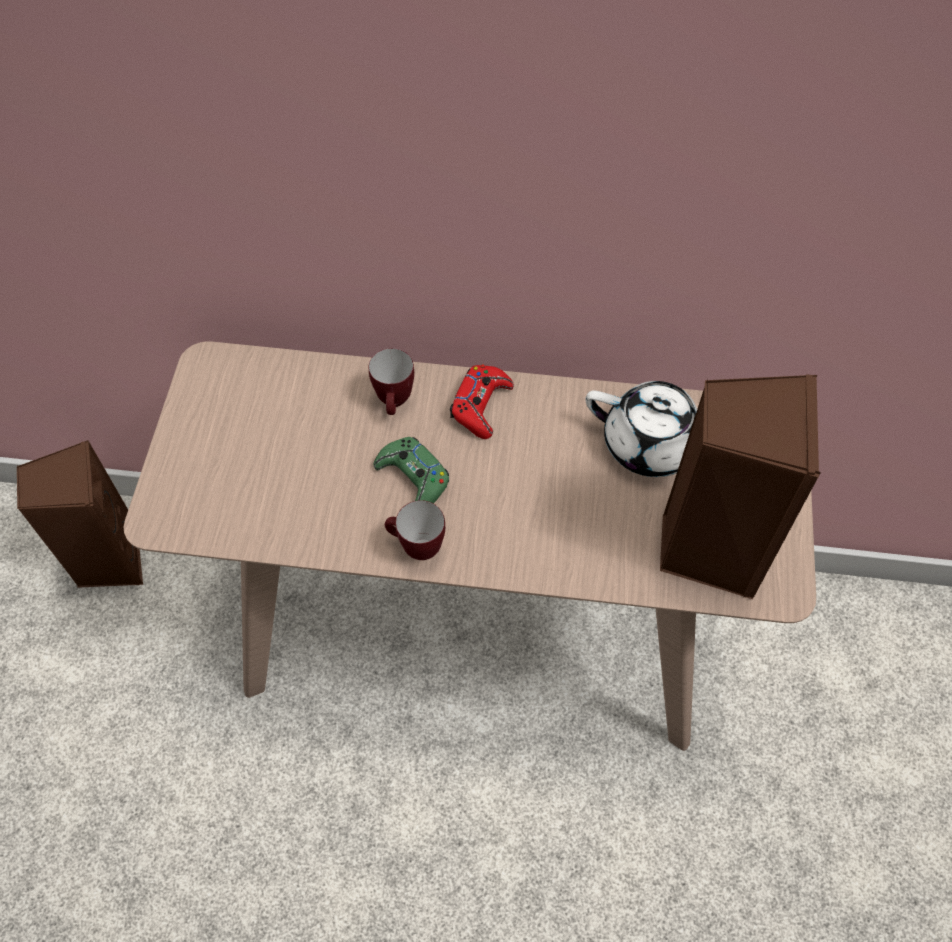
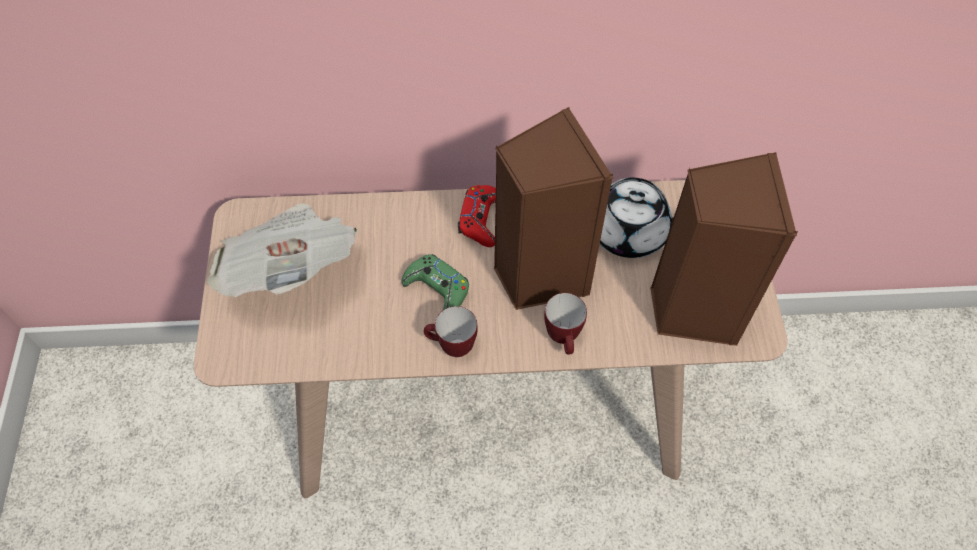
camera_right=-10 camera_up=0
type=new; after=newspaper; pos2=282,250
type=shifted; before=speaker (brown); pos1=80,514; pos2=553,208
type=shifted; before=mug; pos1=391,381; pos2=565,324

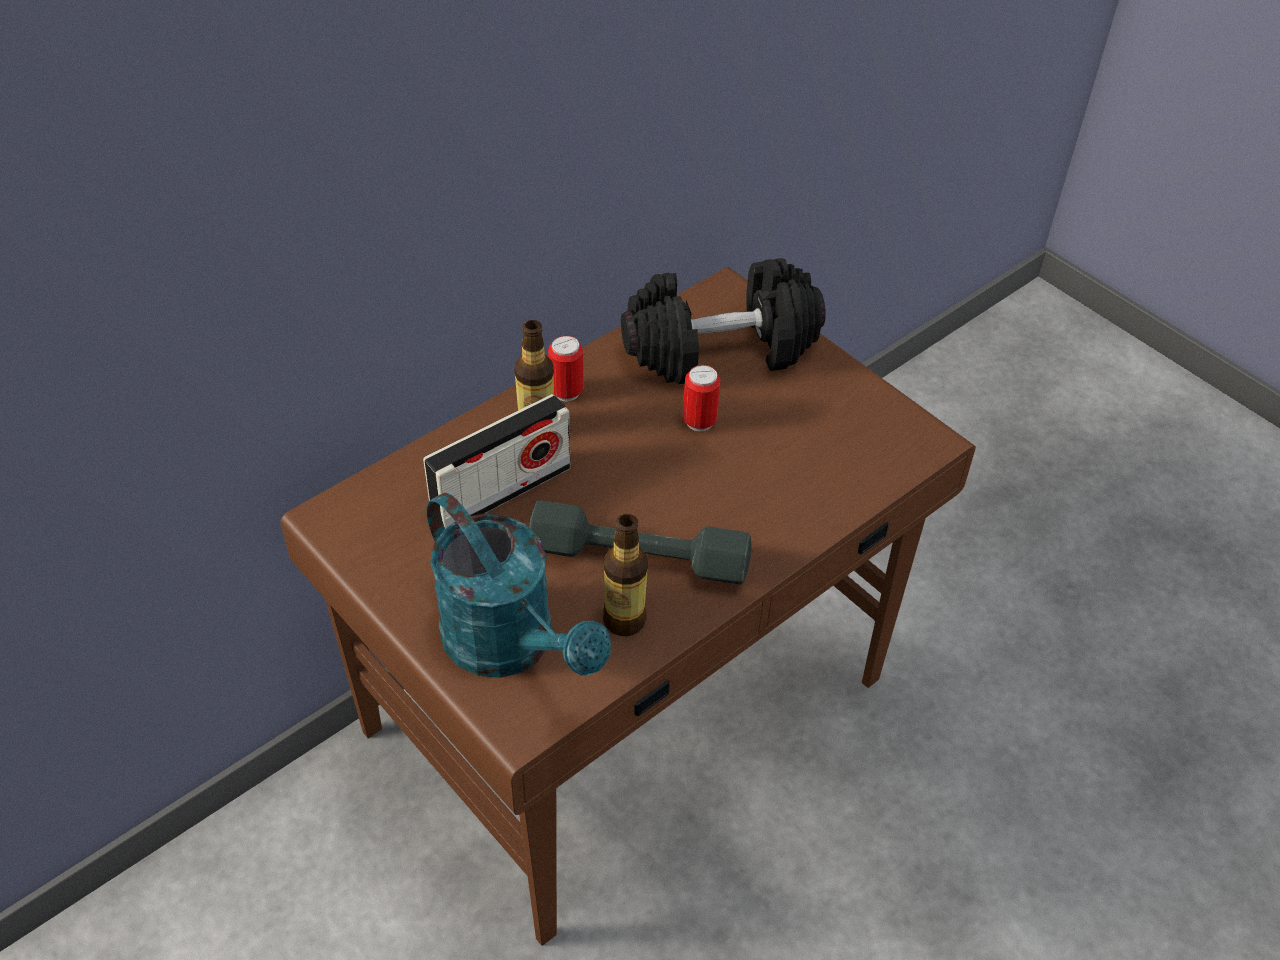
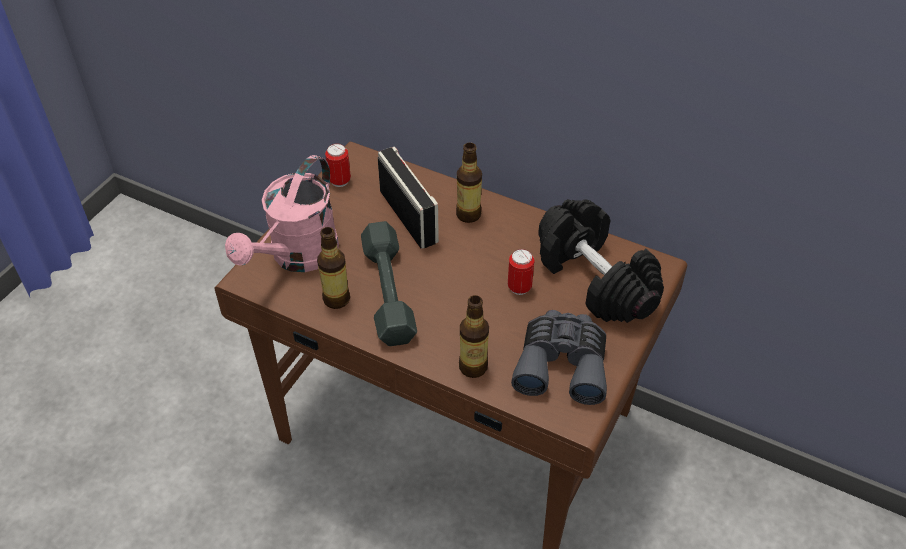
camera_right=70 camera_up=0
type=new; after=bottle; pos2=474,336
type=new; after=binoculars (grey); pos2=559,357
type=shifted; before=can; pos1=566,368; pos2=338,165
type=repainted; before=watering can (turquoise); after=watering can (pink); pos1=518,585; pos2=282,213
type=rotated; before=radio; pos1=496,461; pos2=408,198; turn=-150

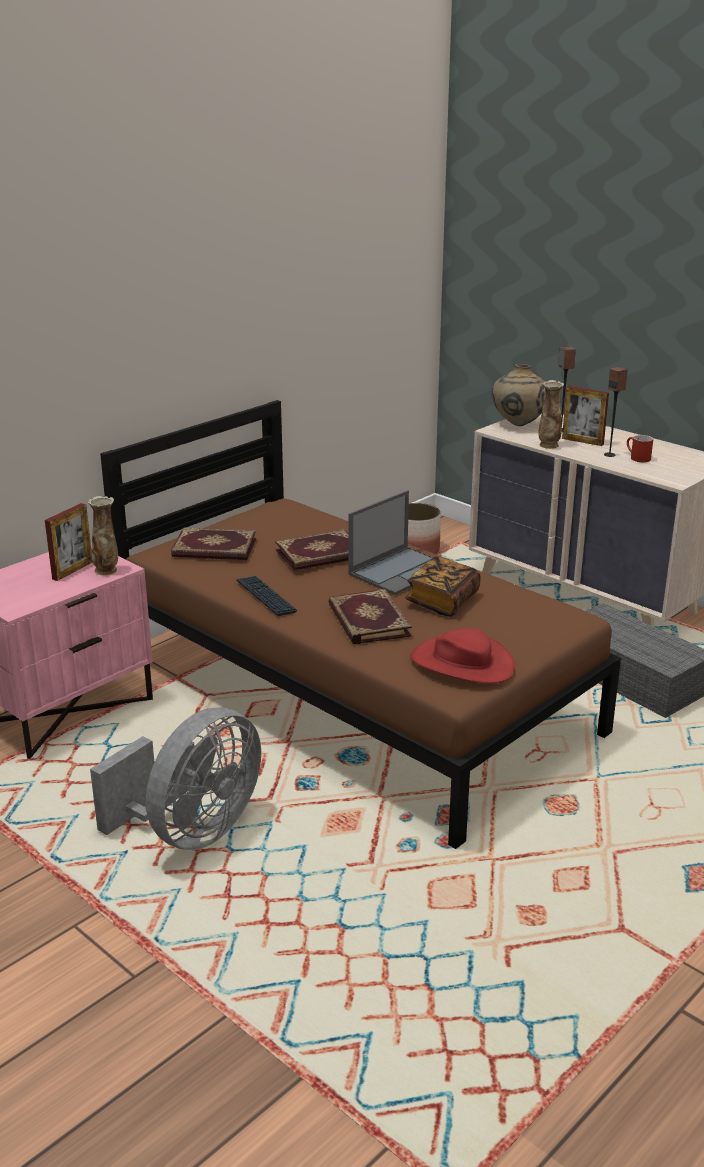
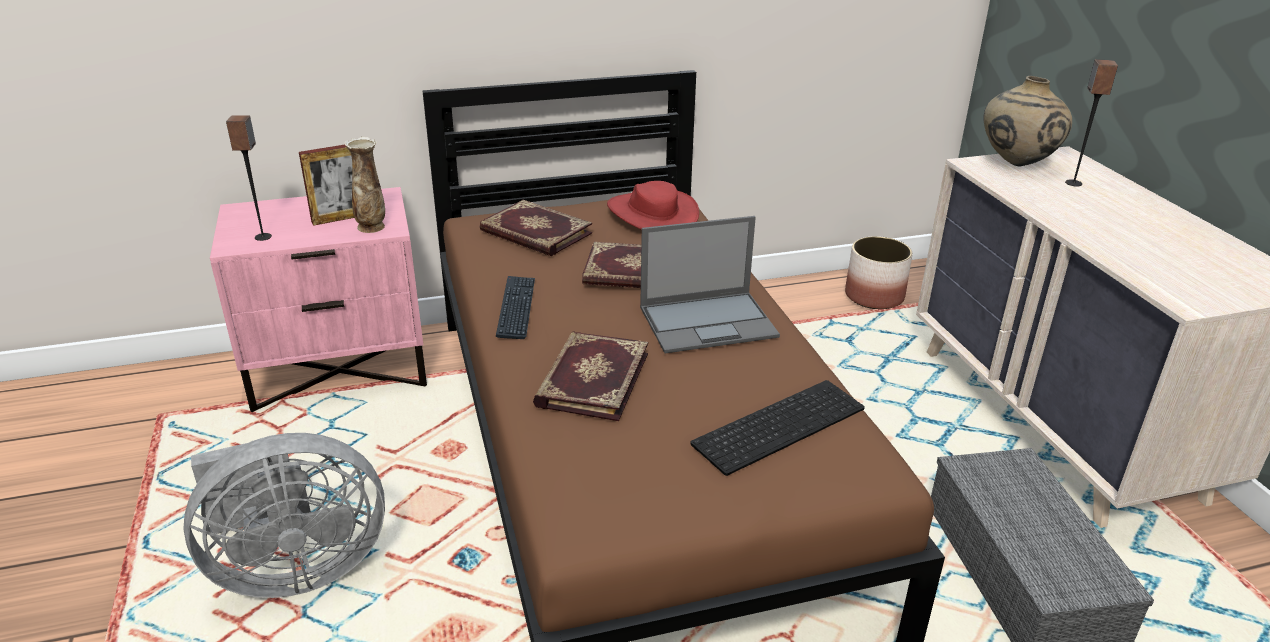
camera_right=30 camera_up=5
type=gone; before=book; pos1=443,586
type=gone; before=vase; pos1=551,414
type=gone; before=picture frame; pos1=585,416
type=gone; before=mug (red); pos1=640,448
type=new; after=keyboard; pos2=777,428
type=shifted; before=hat (red); pos1=462,656; pos2=653,205
type=shifted; before=speaker; pos1=616,412; pos2=249,178

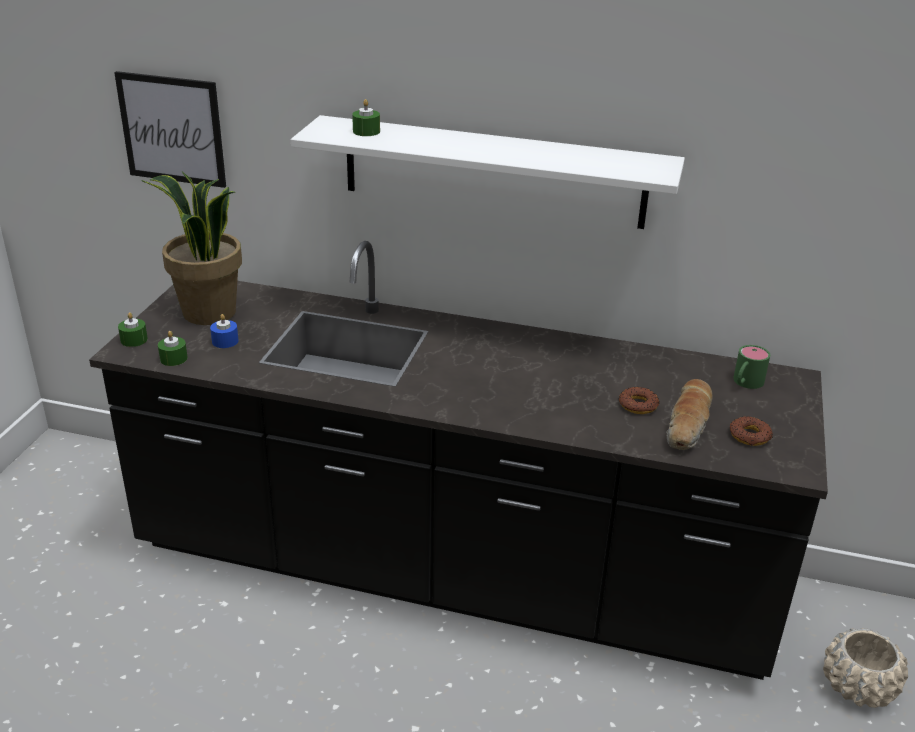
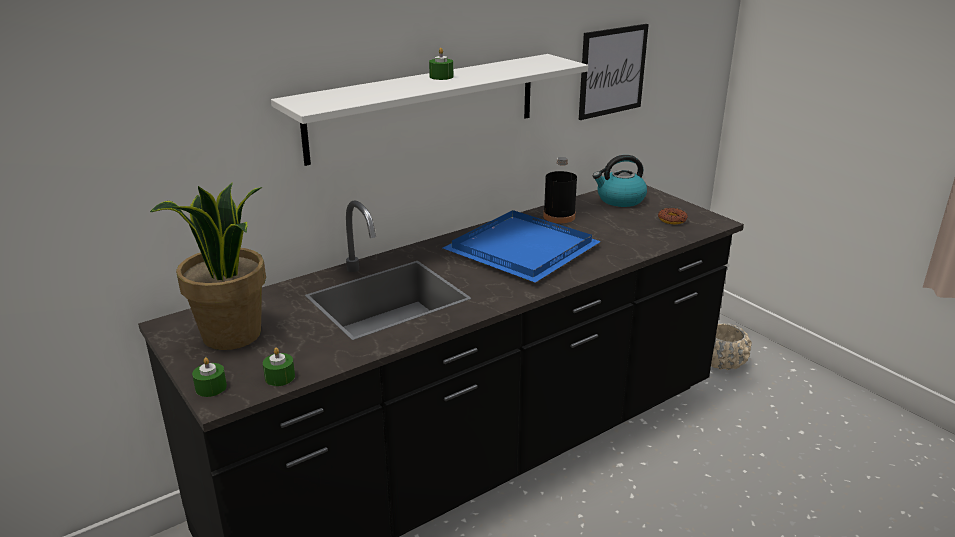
camera_right=-50 camera_up=-5
type=gone; before=candle (blue); pos1=224,331
type=gone; before=donut; pos1=639,400
type=gone; before=bread; pos1=689,414
type=new; after=tray (blue); pos2=522,246
type=new; after=bottle (black); pos2=560,190
type=shifted; before=picture; pos1=170,129; pos2=614,72
type=shifted; before=candle (green); pos1=366,117; pos2=441,64
type=swapped; before=mug (green); after=kettle; pos1=751,367; pos2=620,181

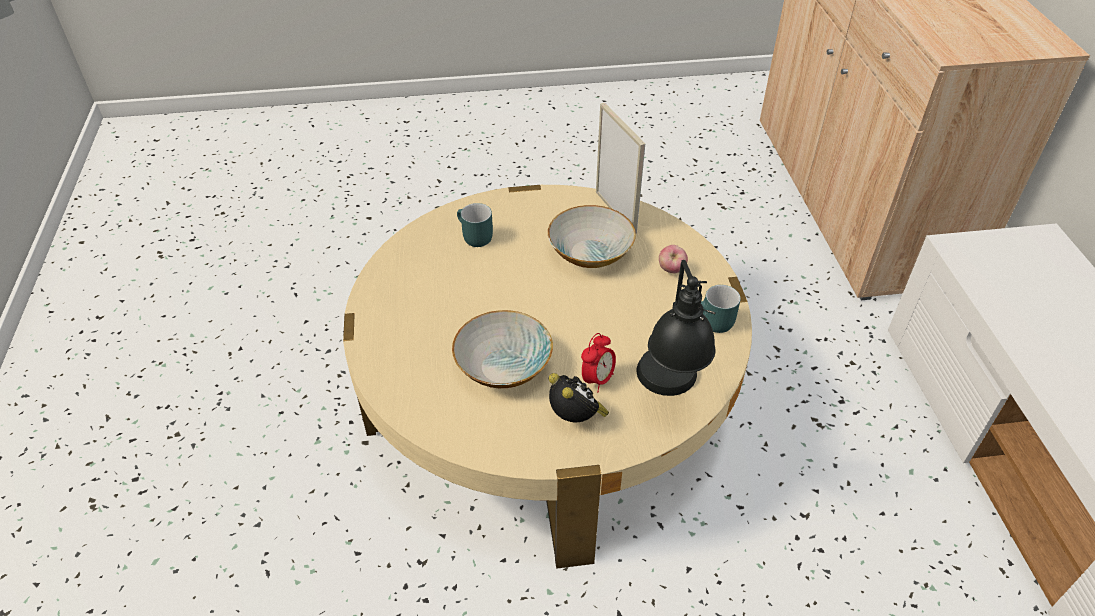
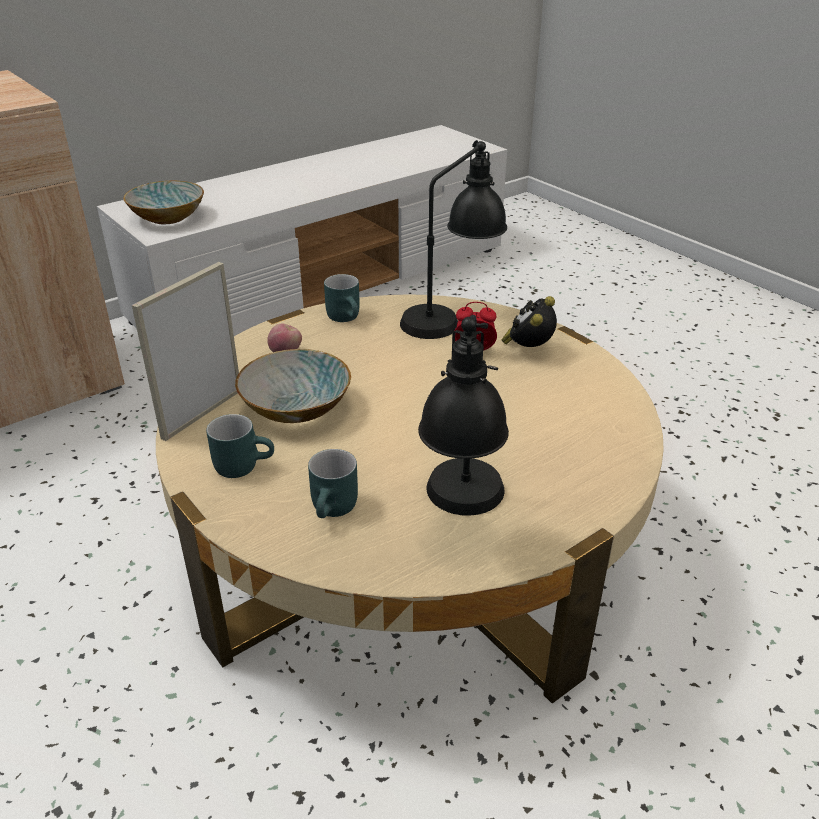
camera_right=-120 camera_up=-10
type=new; after=mug (turquoise); pos2=240,446
type=new; after=table lamp (black); pos2=463,415
type=shifted; before=bowl; pos1=502,349; pos2=163,202

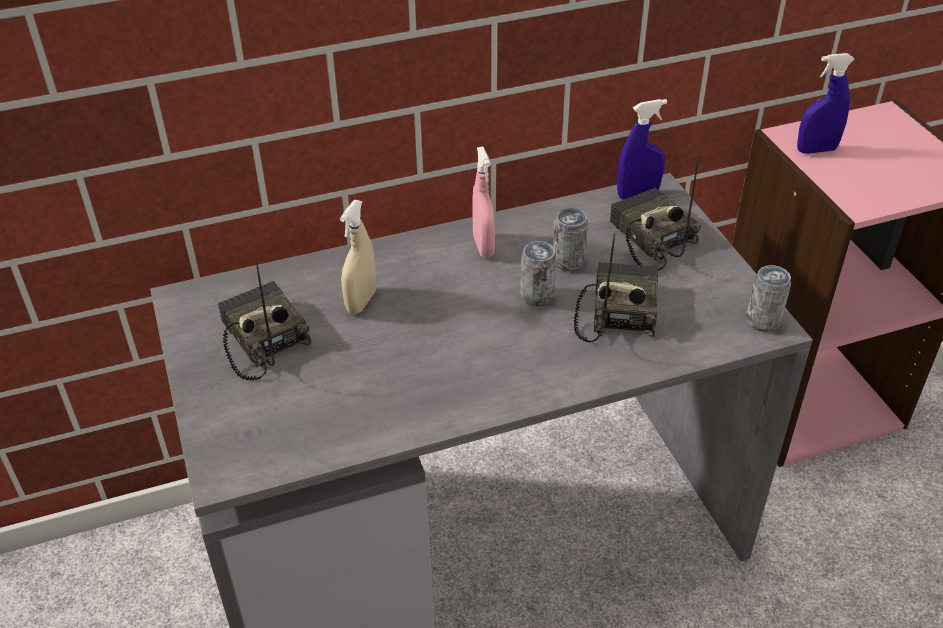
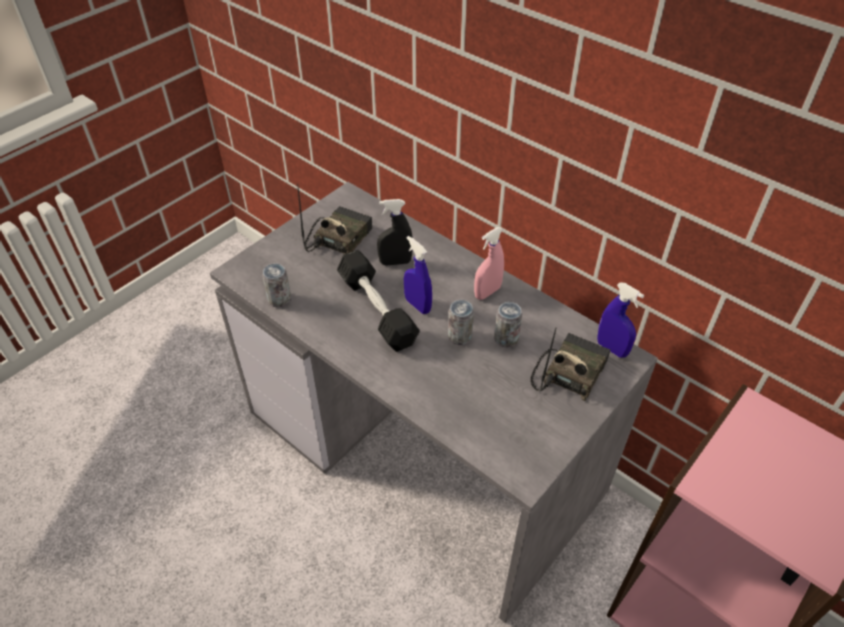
camera_right=60 camera_up=5
type=gone; before=radio; pos1=616,287
type=new; after=dumbbell (black); pos2=378,301
type=shifted; before=can; pos1=768,298; pos2=277,285
type=shifted; before=spray bottle (blue); pos1=826,103; pos2=418,275
type=repainted; before=spray bottle (beige); after=spray bottle (black); pos1=358,257; pos2=395,232

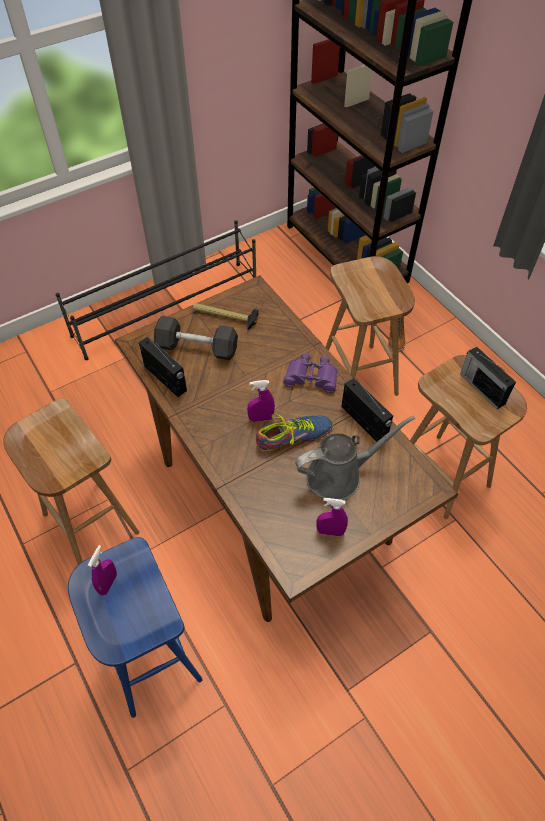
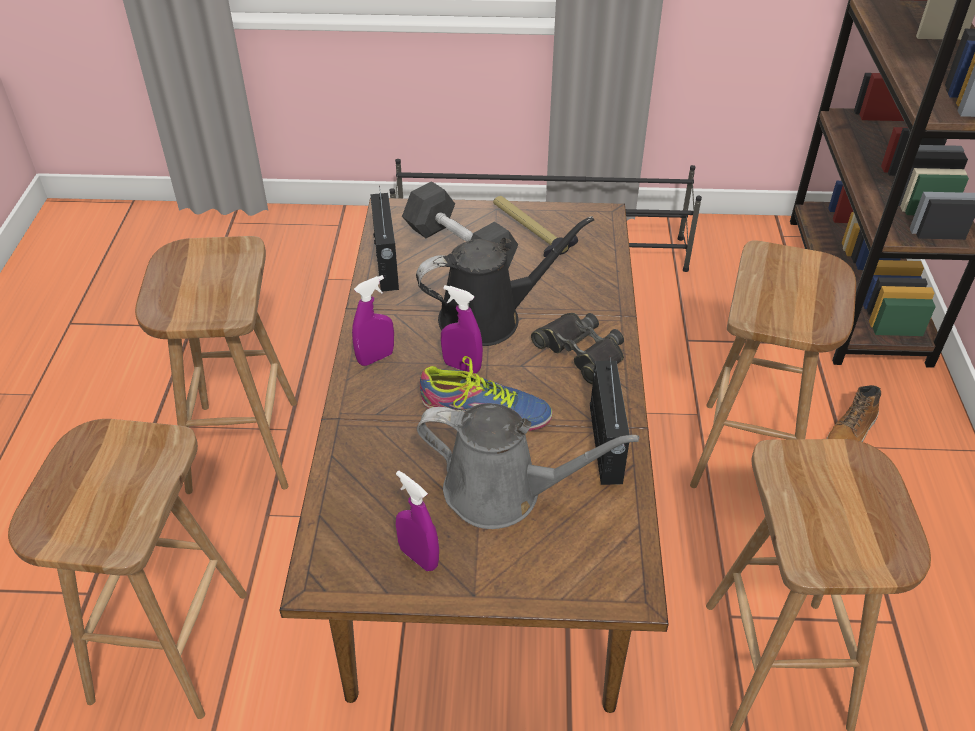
camera_right=35 camera_up=-10
type=gone; before=radio; pos1=488,378
type=new; after=watering can (black); pos2=505,281
type=shifted; before=spray bottle (purple); pos1=102,570; pos2=373,320
type=repainted; before=stool (blue); after=stool (brown); pos1=135,627; pos2=127,569
type=repainted; before=binoculars (purple); after=binoculars (black); pos1=310,373; pos2=577,348

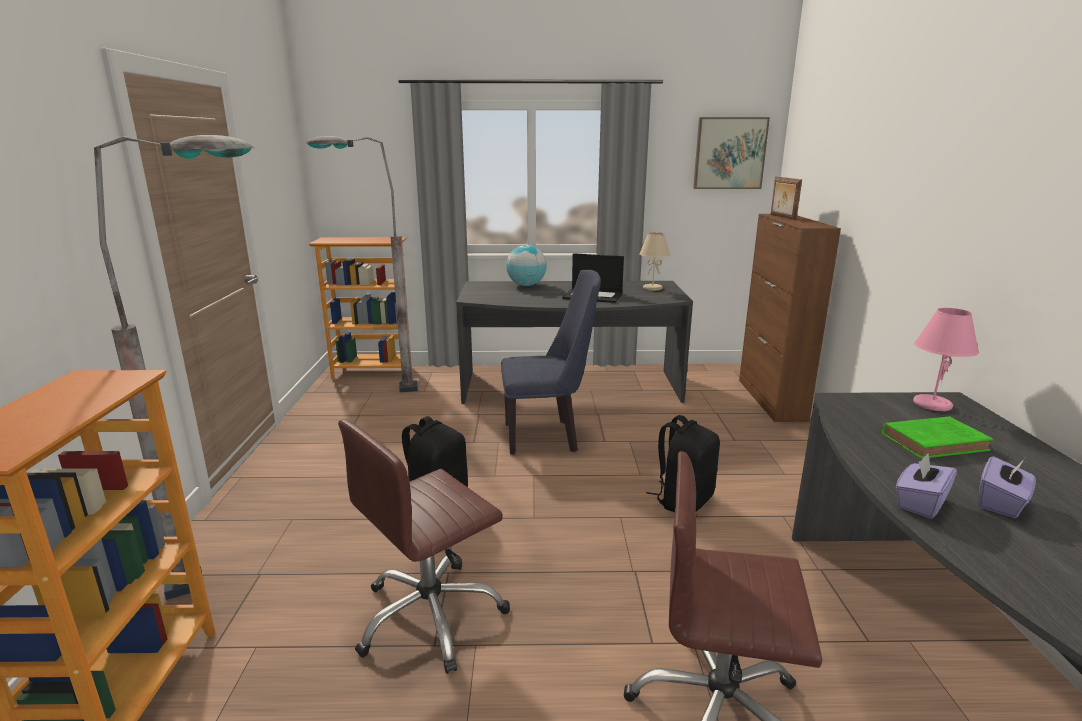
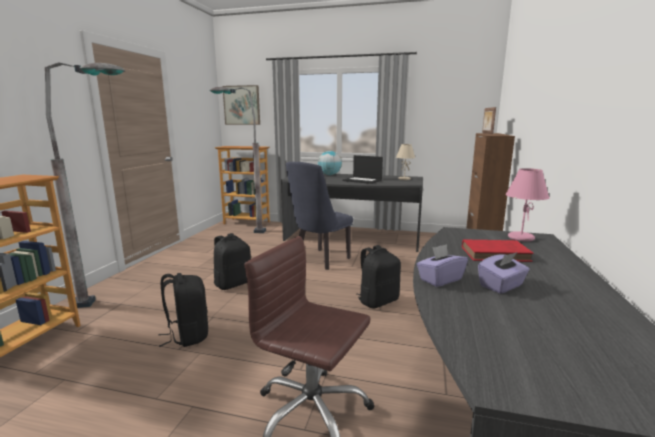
camera_right=15 camera_up=-5
type=shifted; before=picture; pos1=731,153; pos2=241,105
type=swapped; before=office chair (brown); after=backpack (black); pos1=424,546; pos2=183,310
type=repainted; before=book (green); after=book (red); pos1=937,437; pos2=498,250
type=rotated; before=chair (blue); pos1=551,362; pos2=319,216; turn=120

